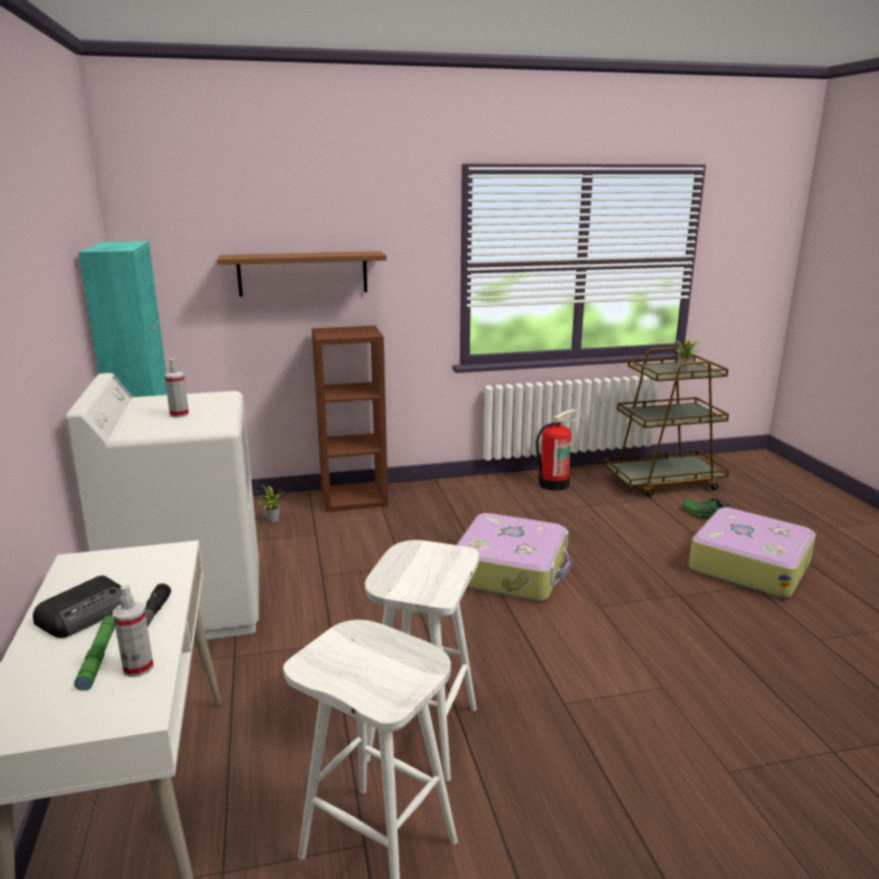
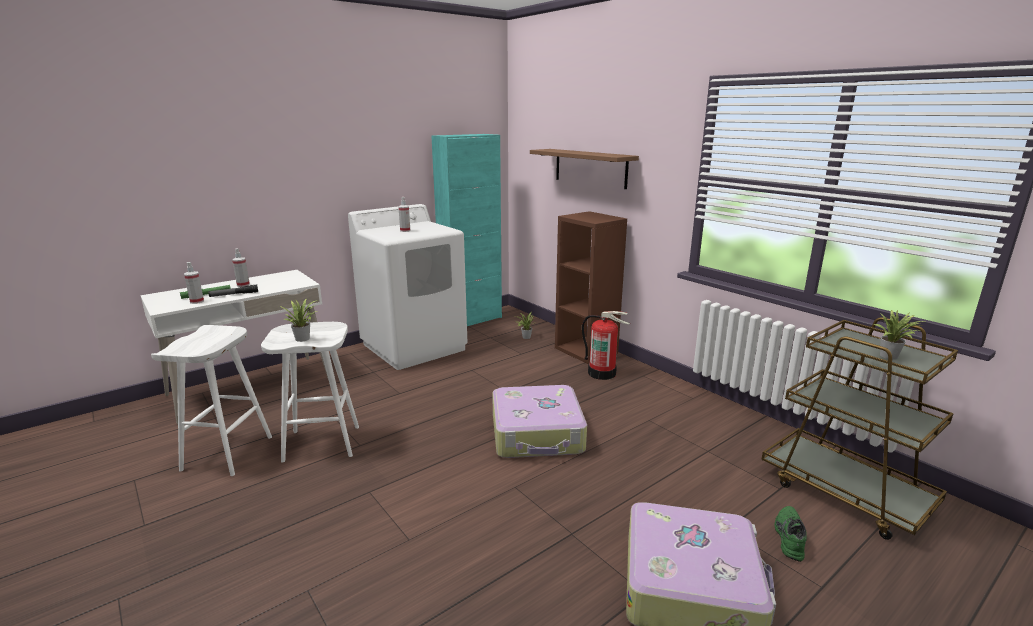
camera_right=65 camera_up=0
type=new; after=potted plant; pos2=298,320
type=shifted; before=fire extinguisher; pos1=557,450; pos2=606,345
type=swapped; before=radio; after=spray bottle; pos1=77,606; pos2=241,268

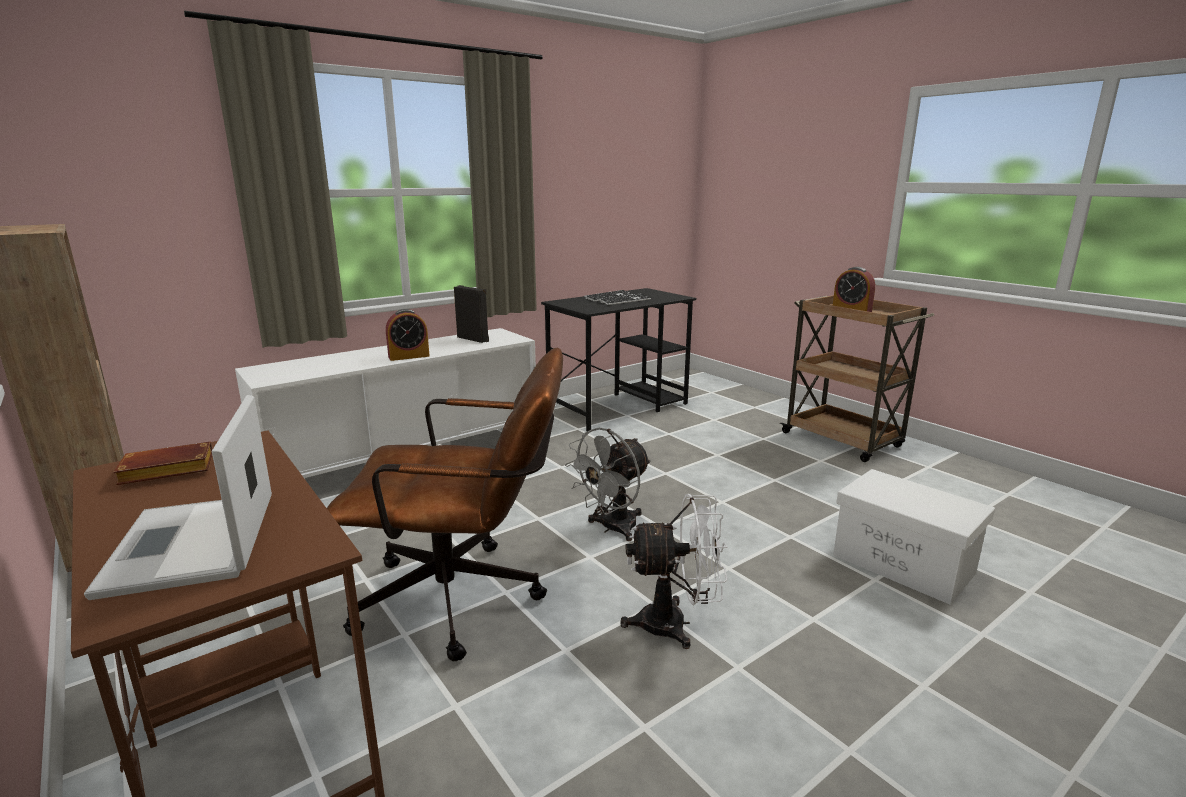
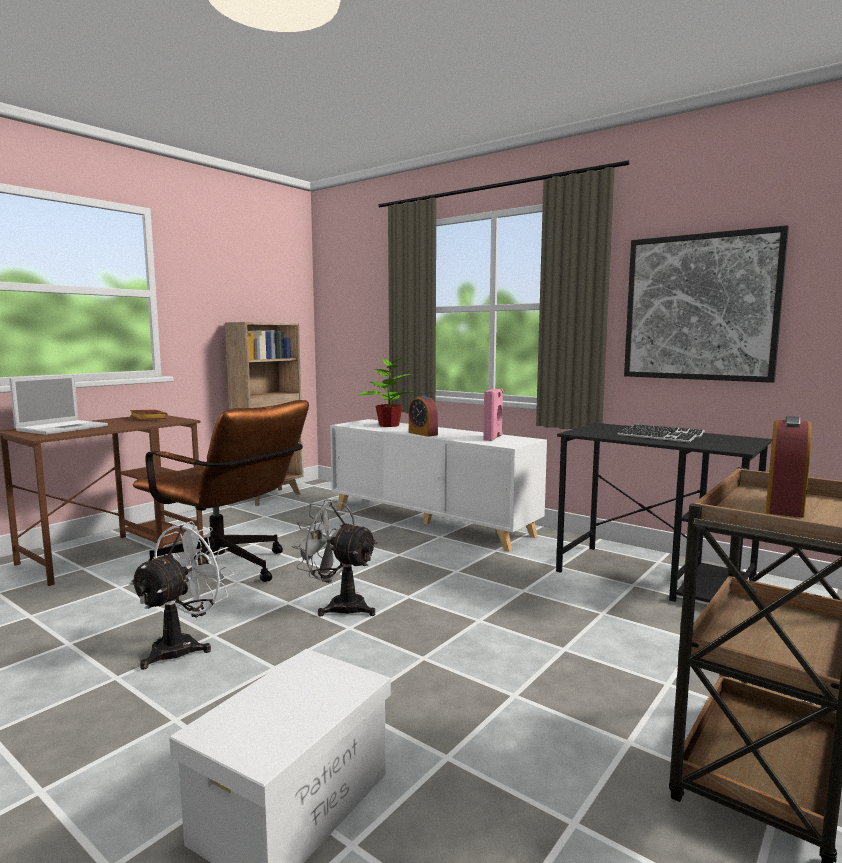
camera_right=75 camera_up=-10
type=new; after=potted plant; pos2=386,392
type=new; after=picture; pos2=706,304
type=repainted; before=speaker (black); after=speaker (pink); pos1=471,314; pos2=493,414
type=rotated; before=laptop; pos1=178,497; pos2=58,404; turn=150
type=rotated; before=office chair (brown); pos1=445,504; pos2=221,497; turn=-45
type=rotated; before=fan (white); pos1=674,571; pos2=181,595; turn=-135

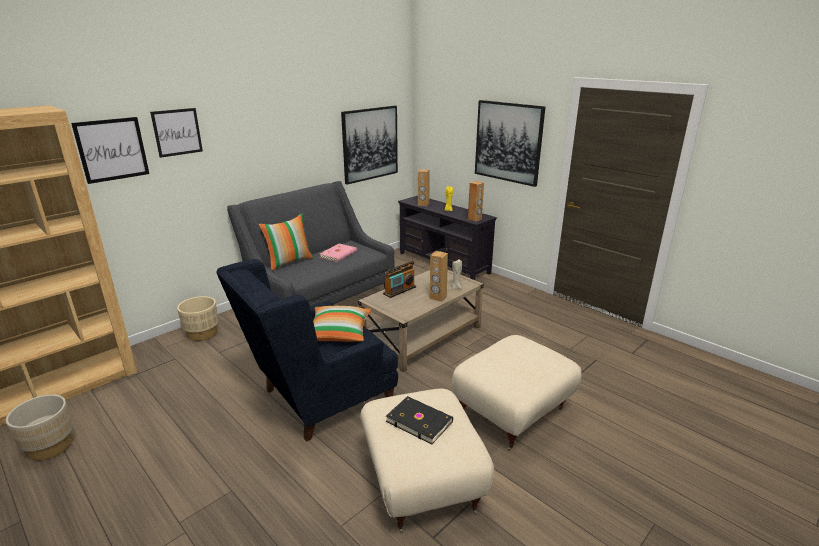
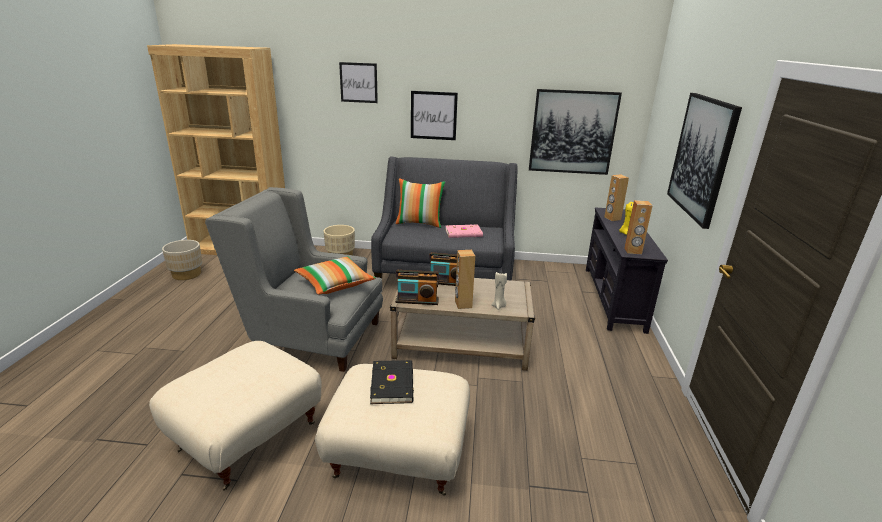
camera_right=50 camera_up=0
type=new; after=radio; pos2=417,287
type=shifted; before=picture; pos1=110,150; pos2=434,115
type=shifted; before=book (black); pos1=419,420; pos2=392,382
type=repainted; before=armchair (blue); after=armchair (grey); pos1=307,350; pos2=294,279

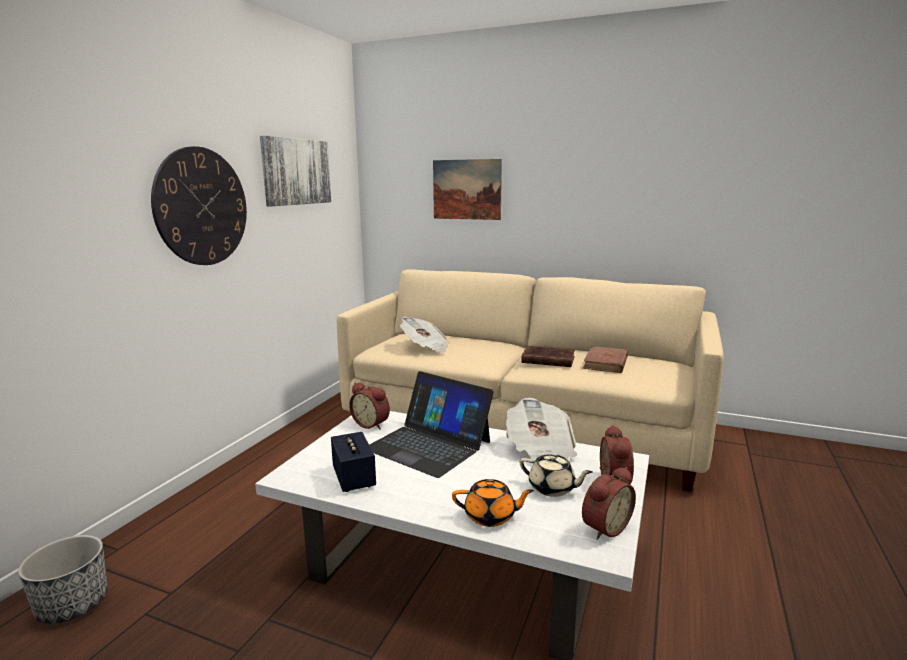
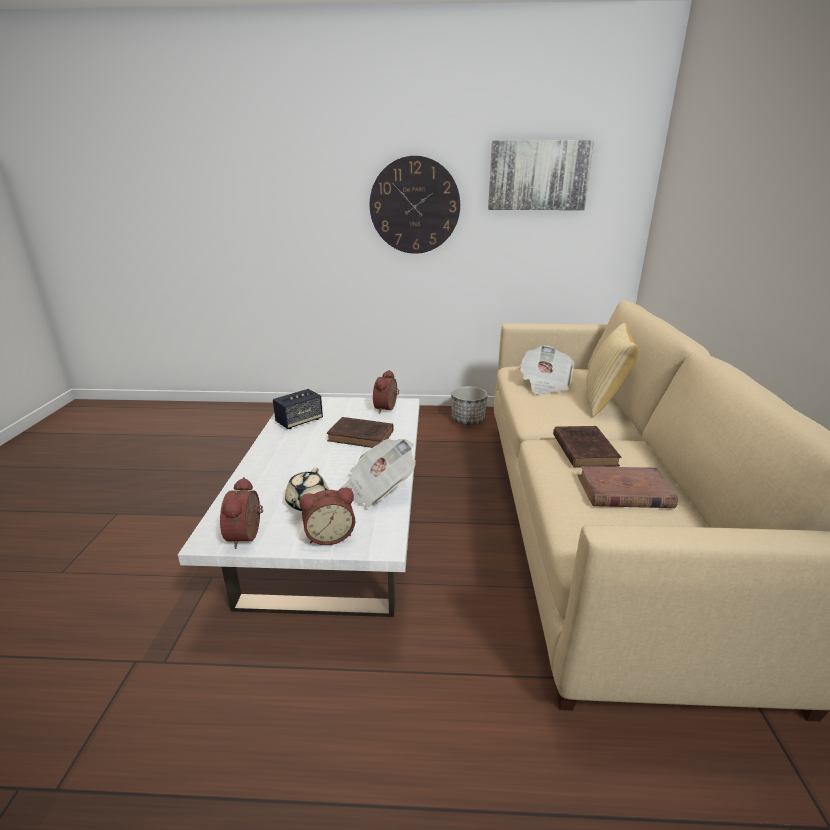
camera_right=70 camera_up=10
type=gone; before=picture; pos1=467,189
type=gone; before=teapot (orange); pos1=493,503
type=new; after=pillow; pos2=612,370
type=shifted; before=planter; pos1=63,579; pos2=469,405
type=swapped; before=laptop; after=book (brown); pos1=432,424; pos2=360,432
type=rotated; before=alarm clock; pos1=609,503; pos2=241,513; turn=60

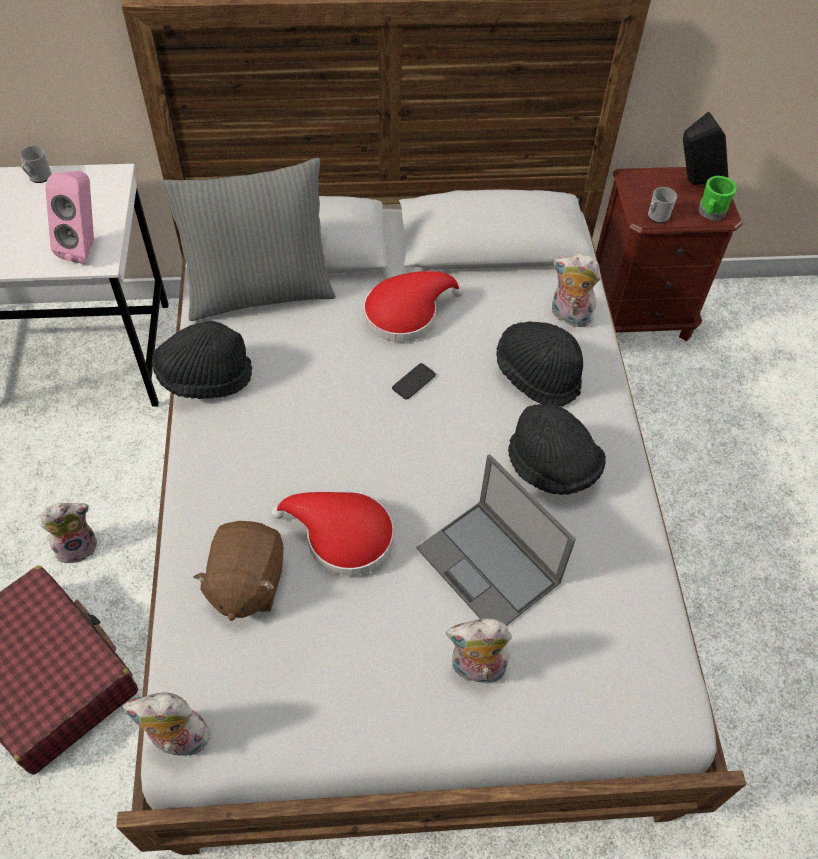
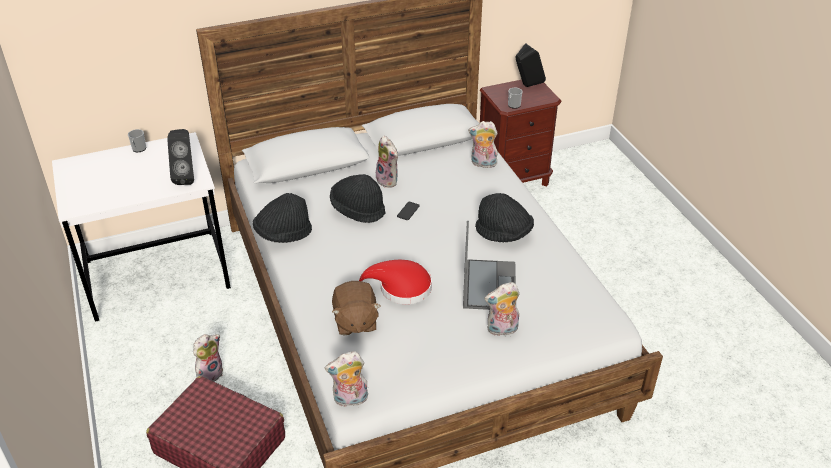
camera_right=-15 camera_up=-15
type=gone; before=pillow (grey); pos1=248,239
type=gone; before=mug (green); pos1=717,198
type=shifted; before=hat (black); pos1=539,363; pos2=358,198
type=swapped; before=hat (red); after=plush toy; pos1=413,306; pos2=387,162
type=repainted; before=speaker (pink); after=speaker (black); pos1=69,217; pos2=180,157
type=rotated; before=laptop; pos1=496,540; pos2=489,265; turn=-120

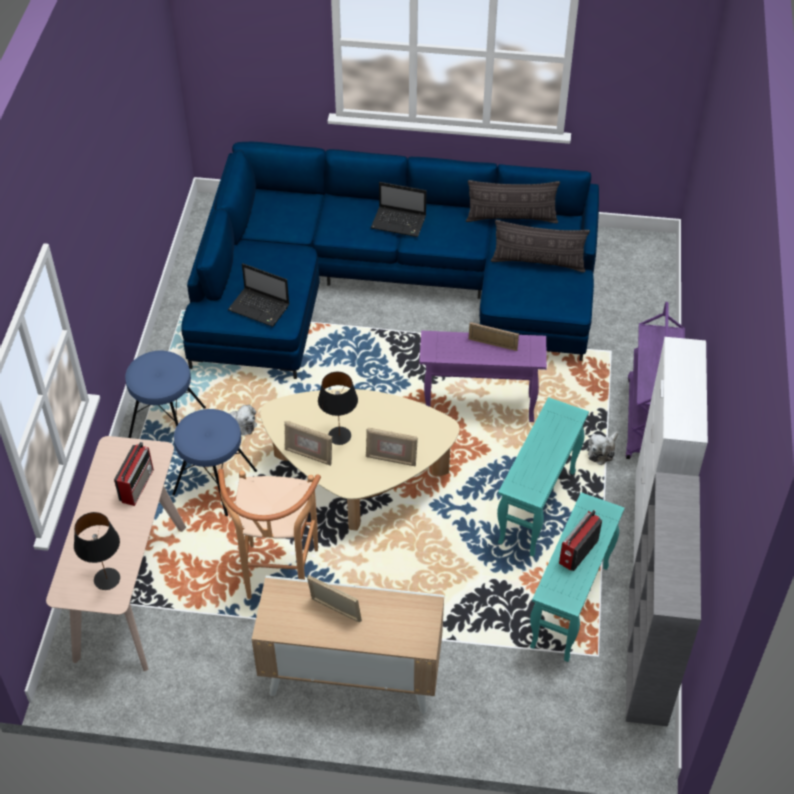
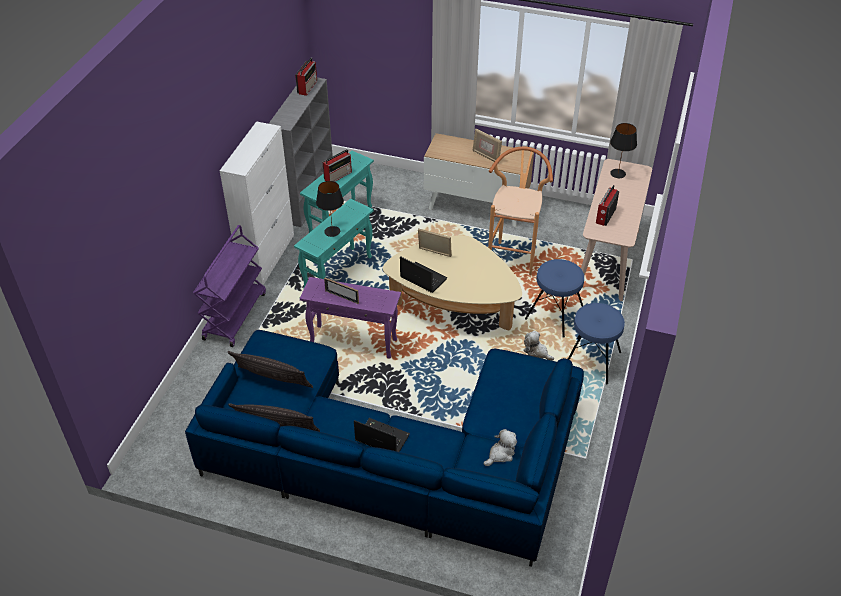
camera_right=-170 camera_up=-5
type=gone; before=picture frame; pos1=308,443
type=new; after=radio; pos2=306,77
type=shifted; before=laptop; pos1=258,295; pos2=423,274
type=shifted; before=table lamp (black); pos1=338,408; pos2=330,209
type=shifted; before=plush toy; pos1=603,448; pos2=500,447

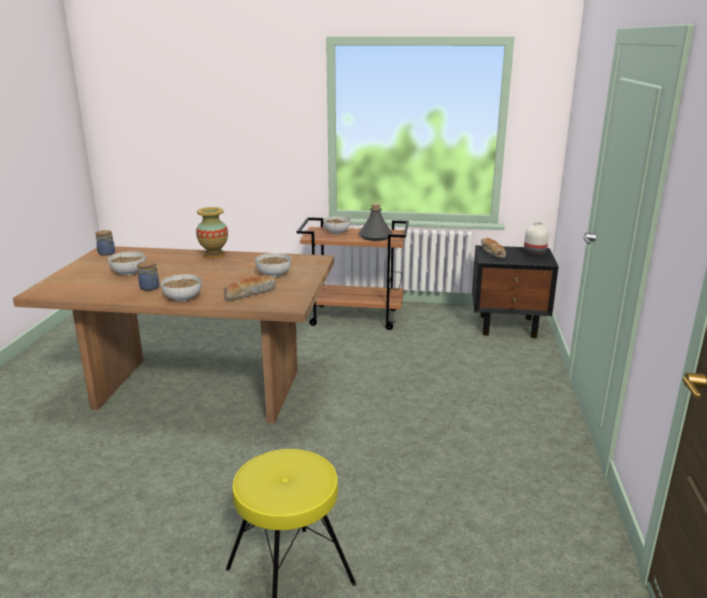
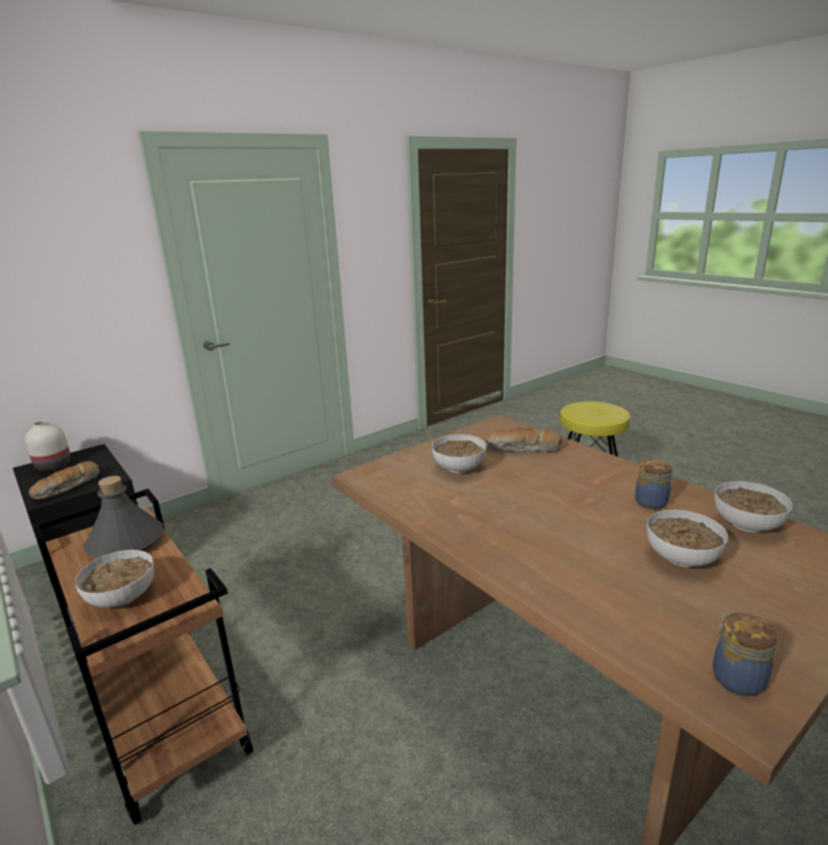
camera_right=-135 camera_up=0
type=gone; before=vase; pos1=212,233
type=shifted; before=bowl; pos1=181,288; pos2=753,506

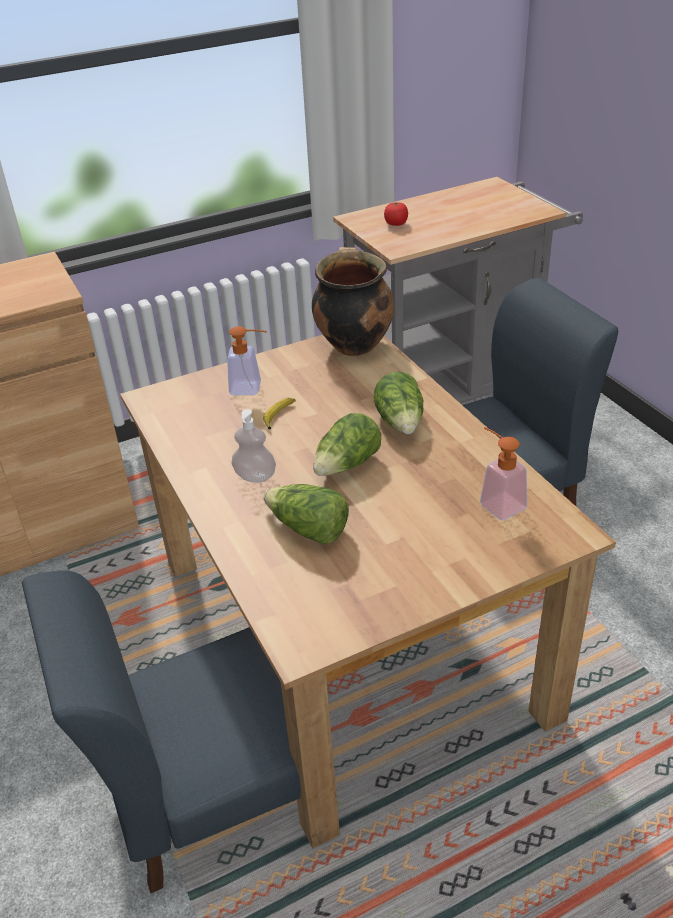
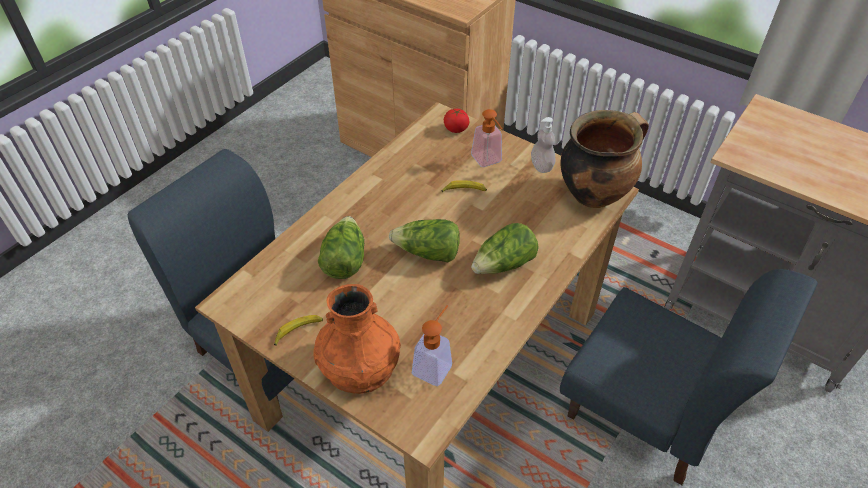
camera_right=60 camera_up=10
type=new; after=banana; pos2=298,330
type=new; after=vase (orange); pos2=357,339
type=shifted; before=soap dispenser; pos1=253,446; pos2=543,145
type=shifted; before=tomato; pos1=396,214; pos2=456,121

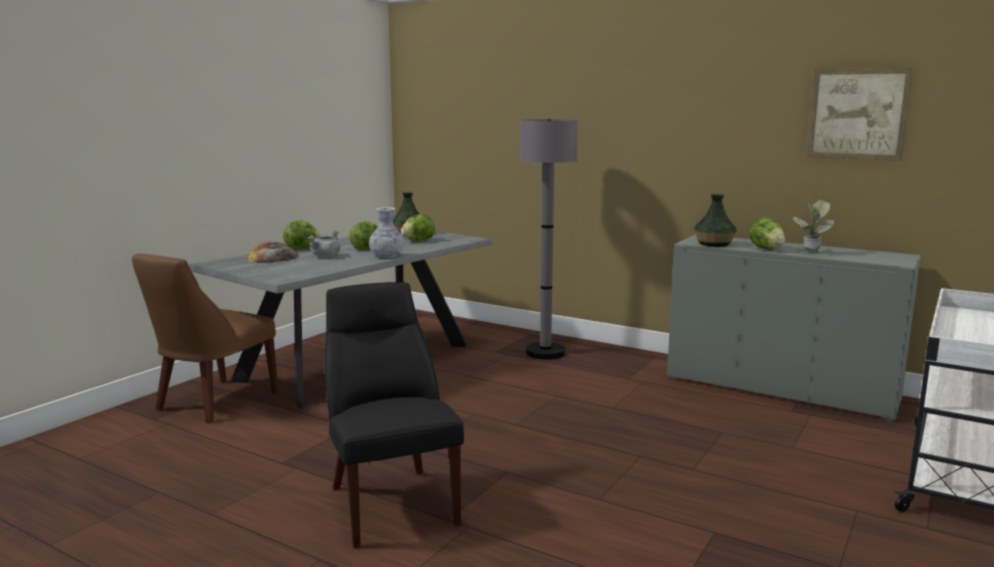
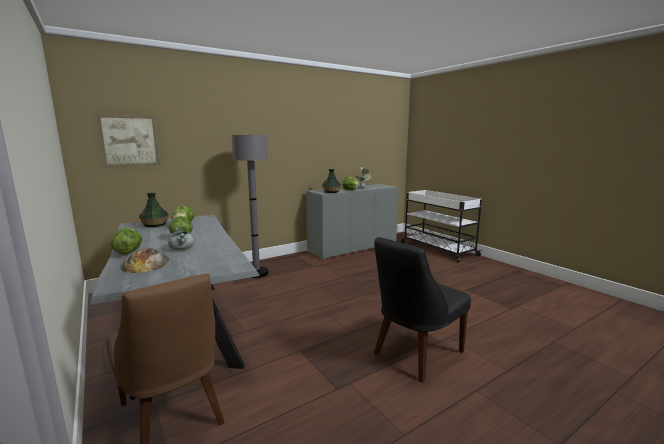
camera_right=-65 camera_up=0
type=gone; before=vase; pos1=387,232
type=shifted; before=picture; pos1=860,114; pos2=128,141
type=rotated; before=chair (black); pos1=394,415; pos2=422,310; turn=-45

